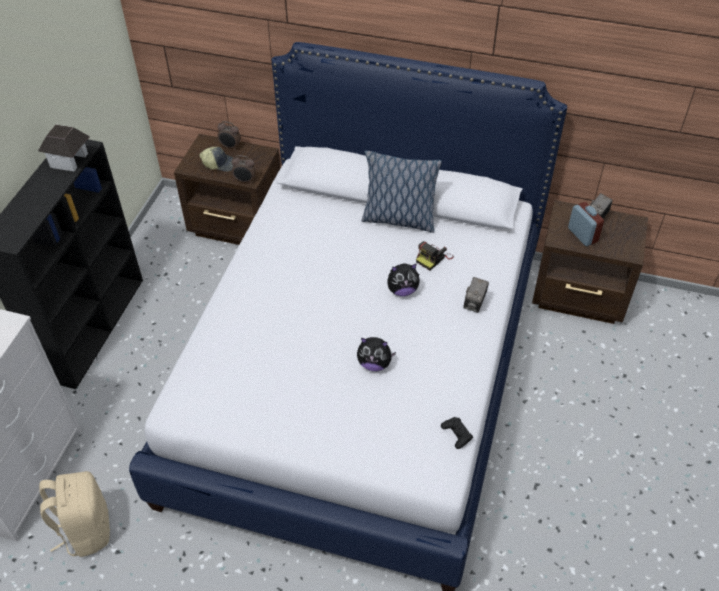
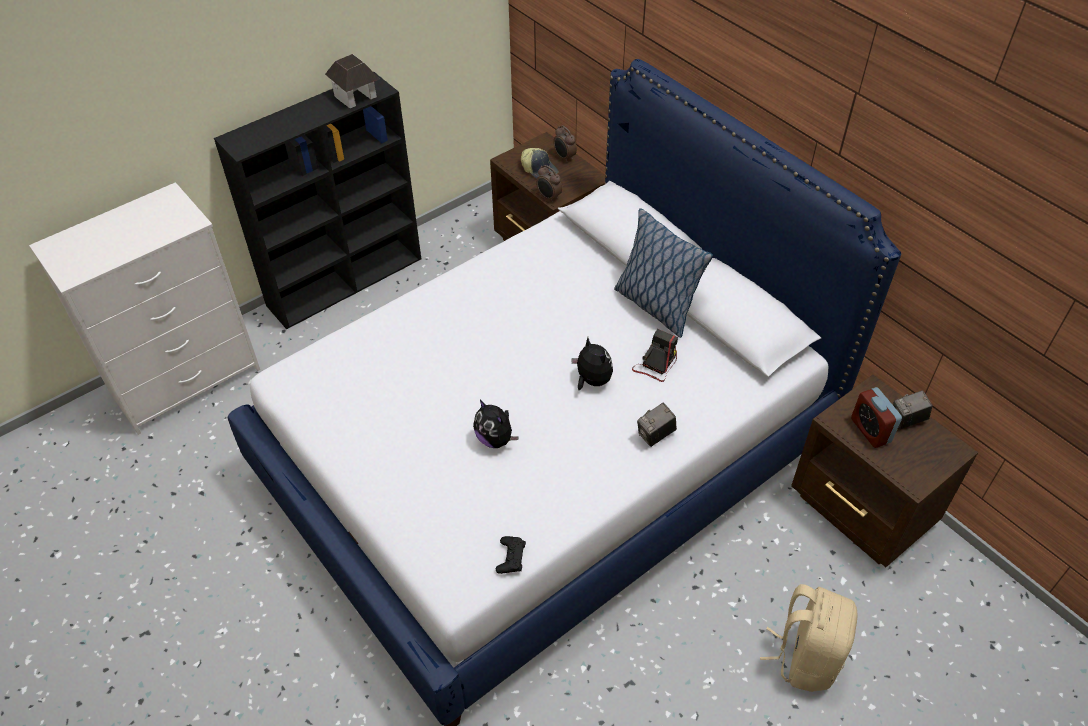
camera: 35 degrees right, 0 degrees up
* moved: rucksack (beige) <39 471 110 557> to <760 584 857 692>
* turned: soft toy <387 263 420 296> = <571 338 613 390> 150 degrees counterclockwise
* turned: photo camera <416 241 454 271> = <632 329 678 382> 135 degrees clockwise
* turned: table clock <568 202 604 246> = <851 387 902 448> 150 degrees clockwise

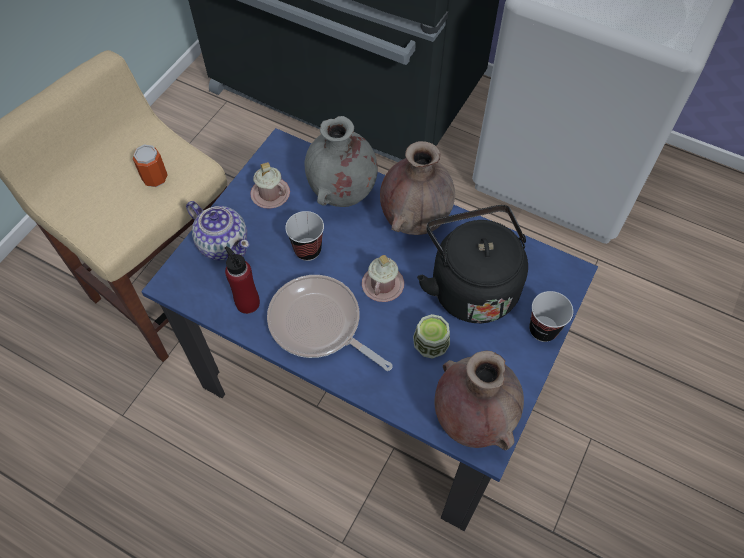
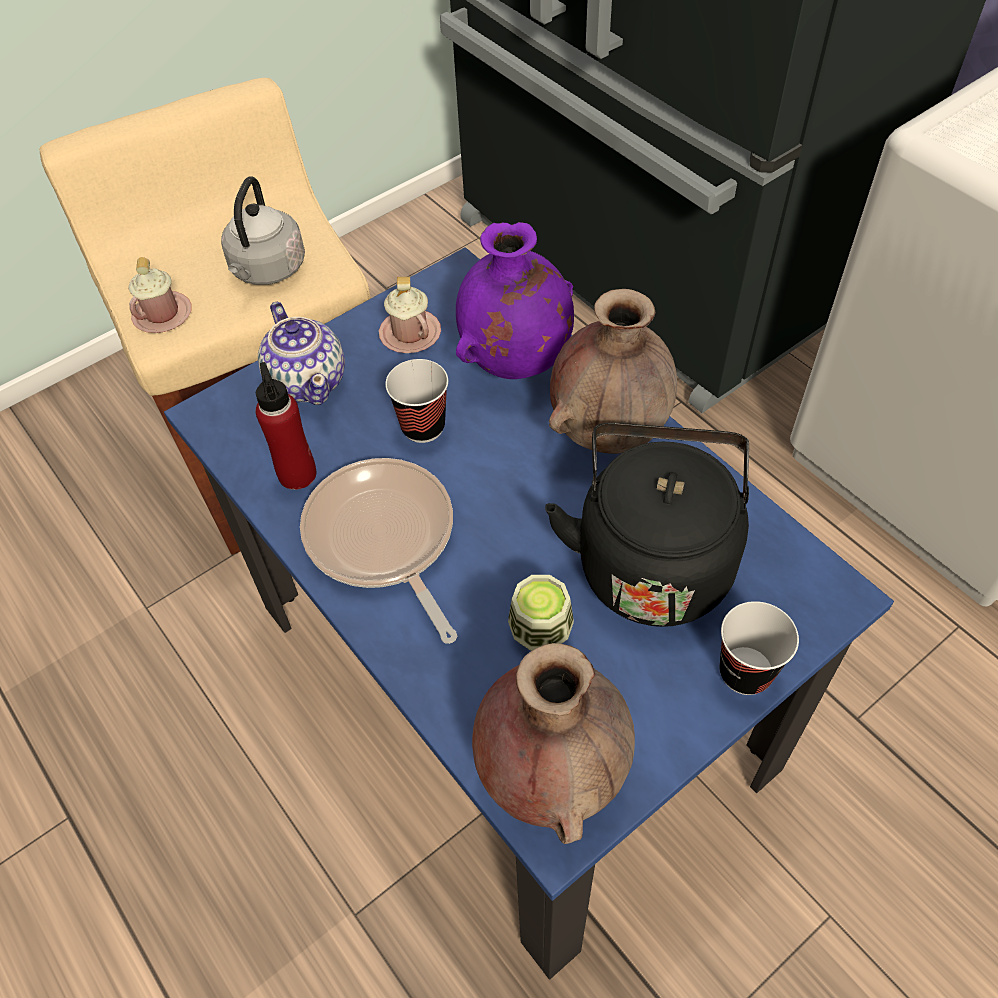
camera: 25 degrees right, 5 degrees down
* replaced: metal can <133 145 168 187> to water kettle (greyish) <221 176 305 285>
* recoloured: decorative vase (greyish) <305 116 378 207> to decorative vase (purple-coloured) <456 222 574 379>
* moved: coffee mug (pink) <362 255 404 302> to <128 257 191 333>

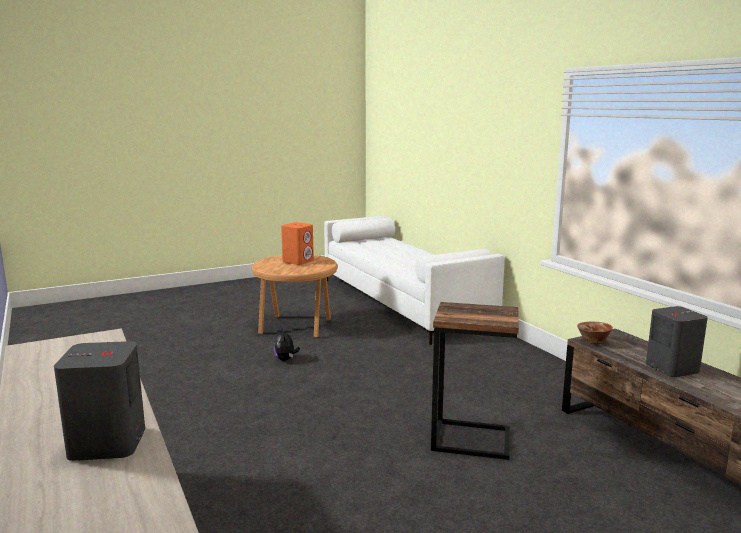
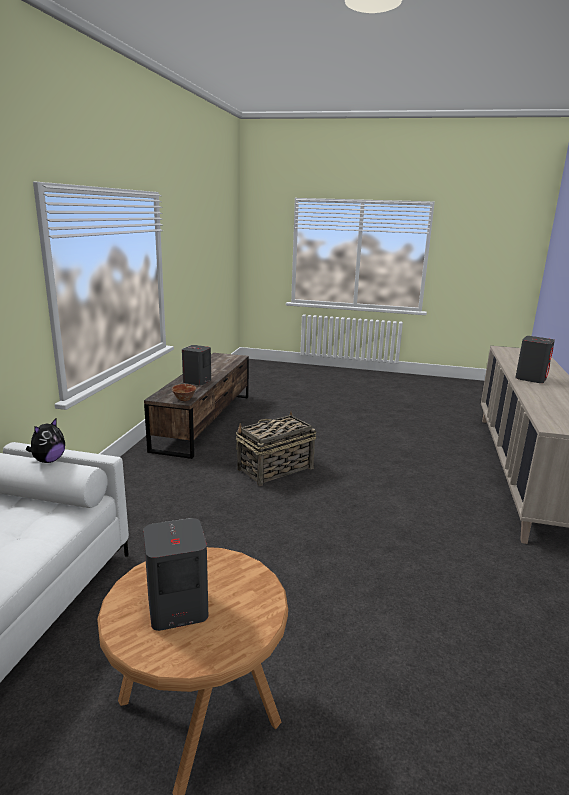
camera: 140 degrees left, 5 degrees up
* moved: soft toy <274 329 300 361> to <26 418 65 463>
* recoloured: loudspeaker (orange) <281 222 314 265> to loudspeaker (greyish) <143 518 208 631>
* replaced: accent table <431 302 519 460> to storage basket <236 412 316 486>

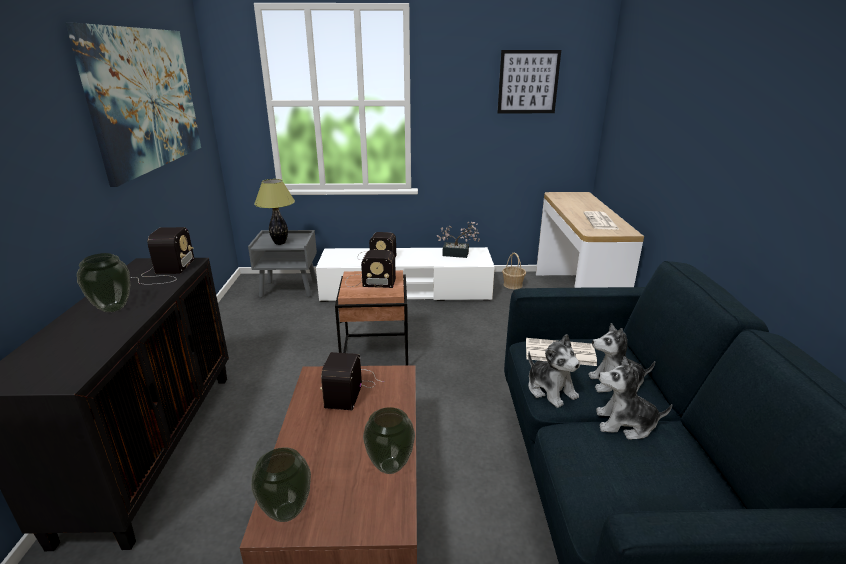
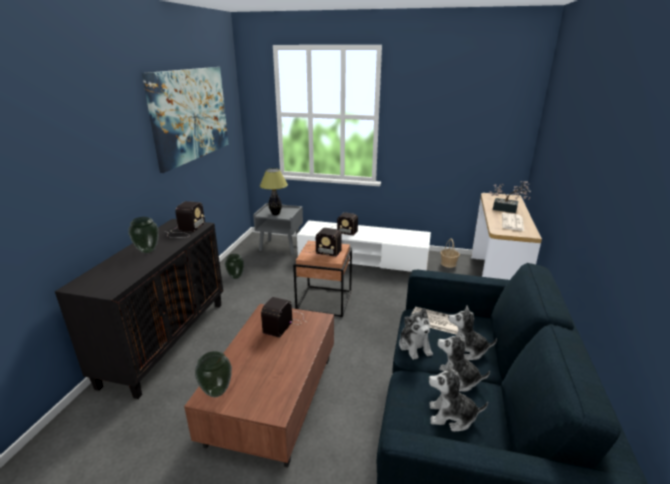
camera: 15 degrees right, 0 degrees up
* moved: decorative vase <363 407 415 474> to <225 254 244 279>
* moved: plant in a pot <437 221 480 258> to <489 181 531 213>
* removed: picture <497 50 561 113>
* added: soft toy <429 362 488 432>

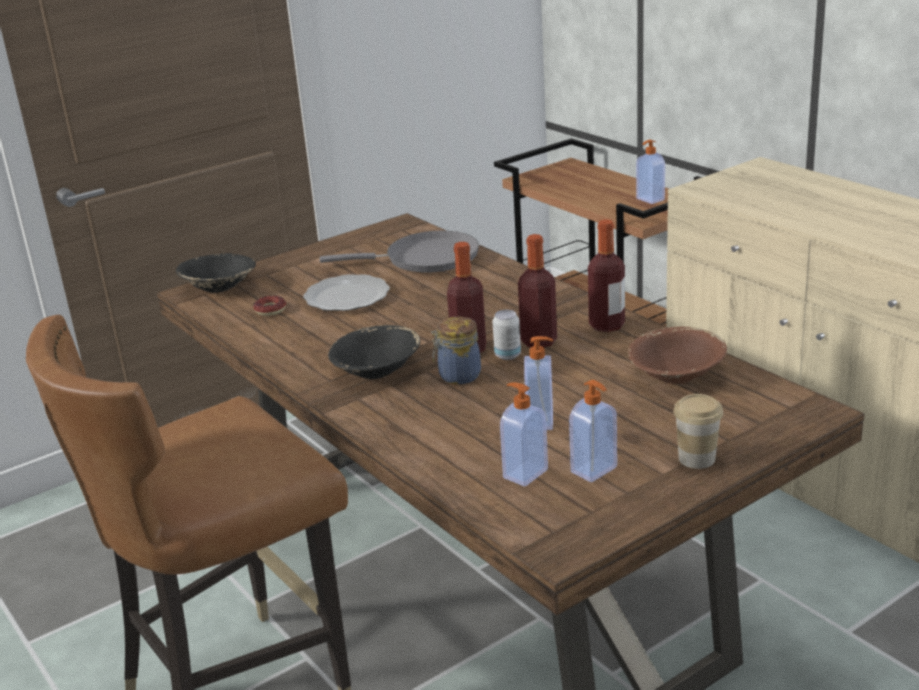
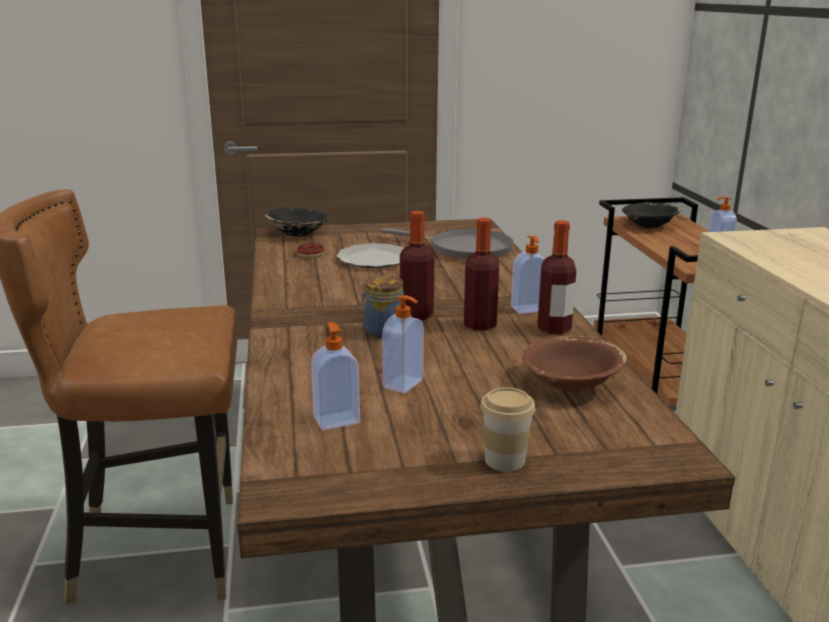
camera: 25 degrees right, 5 degrees down
* moved: bowl (blackish) <328 325 420 379> to <622 202 681 228>
* removed: metal can <492 310 521 360>
* moved: soap dispenser <569 380 617 482> to <511 236 545 314>

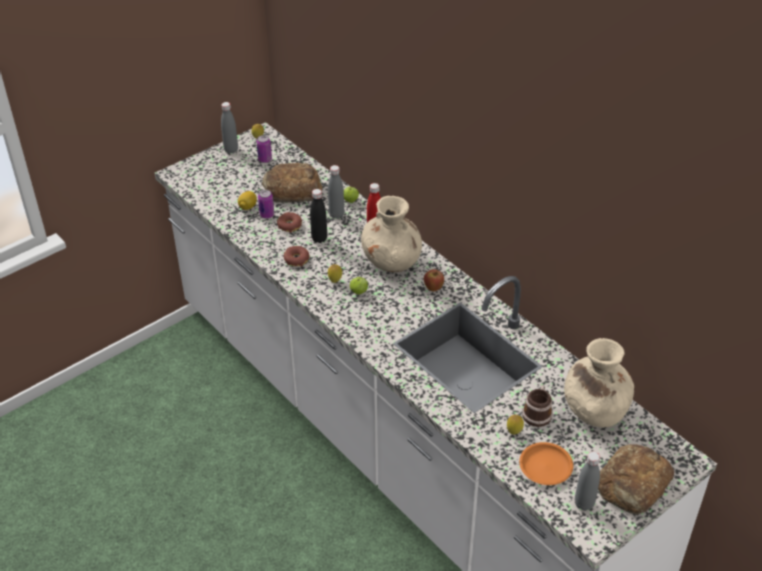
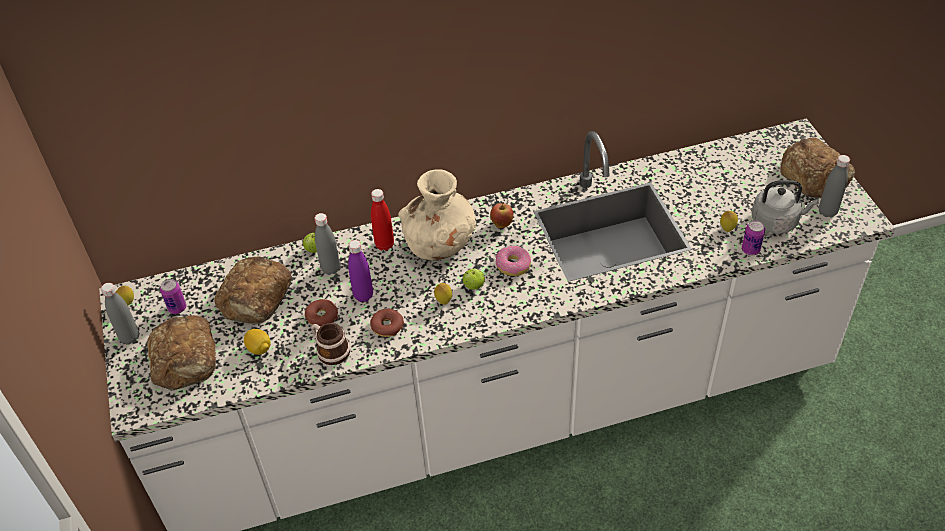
camera: 65 degrees left, 5 degrees up
* moved: metal can <258 190 274 219> to <742 220 765 255>
* recoloured: bottle (blackish) <310 189 327 243> to bottle (purple-coloured) <348 240 373 302>
* replaced: flat dish (orange) <519 442 573 485> to water kettle (greyish) <752 180 819 234>
* moved: coffee mug <522 385 553 427> to <311 323 350 365>
* removed: decorative vase (beige) <564 338 634 427>
* added: bakery bread <147 315 216 391>
* added: donut <496 246 531 276>

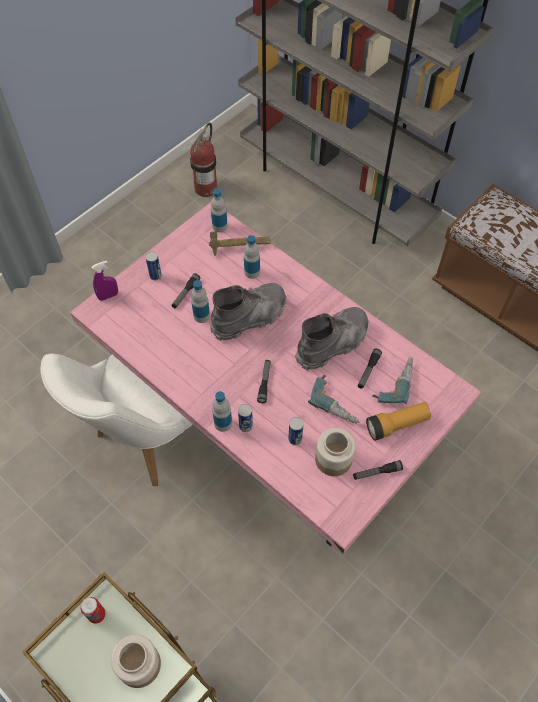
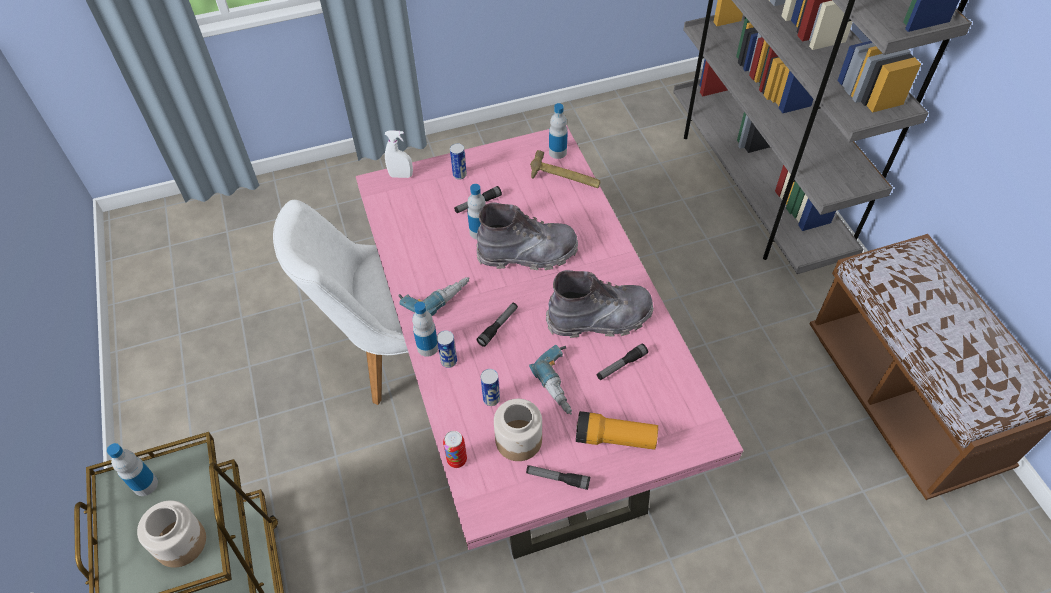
camera: 30 degrees right, 5 degrees down
* moved: metal can <81 597 106 624> to <443 431 467 468>
* recoloured: hand sprayer (purple-coloured) <92 261 118 301> to hand sprayer (white-coloured) <385 131 413 178>
* removed: fire-fighting cylinder <188 122 217 197>
* moved: bottle <244 235 260 279> to <107 443 158 496>
* moved: electric drill <372 357 413 404> to <398 277 470 316>

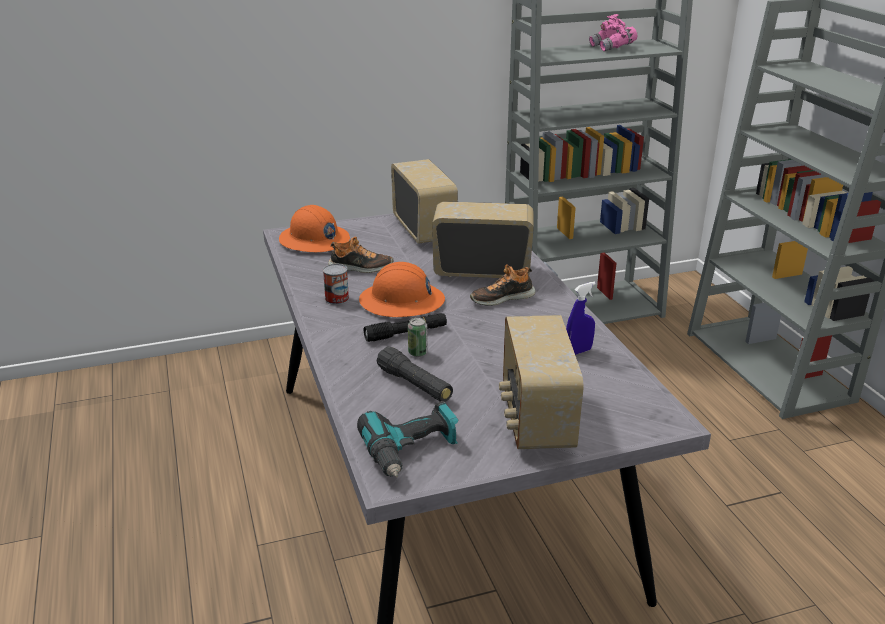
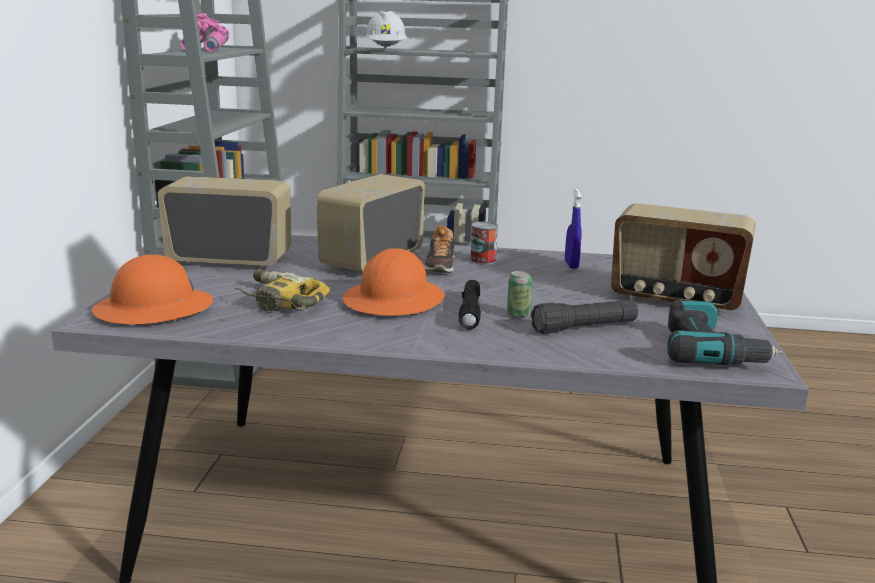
camera: 65 degrees left, 10 degrees down
* moved: metal can <323 264 349 305> to <470 222 498 264>
* replaced: low shoe <328 236 393 273> to electric drill <235 269 330 311>
* added: safety helmet (white-coloured) <365 11 407 49>

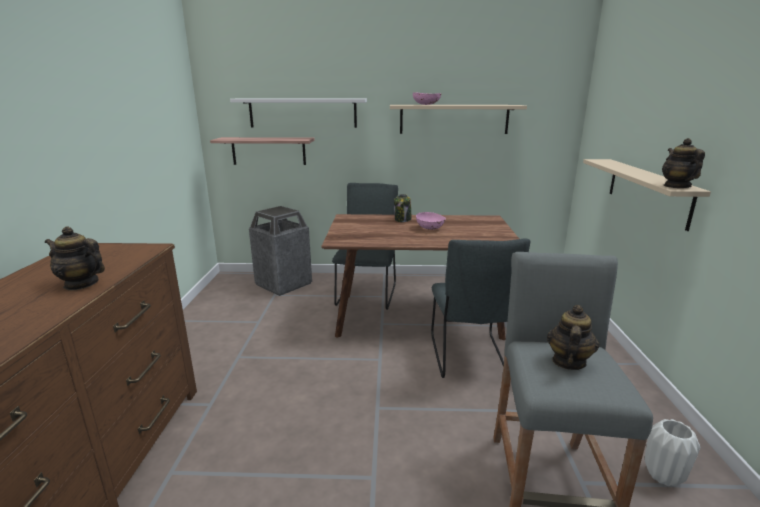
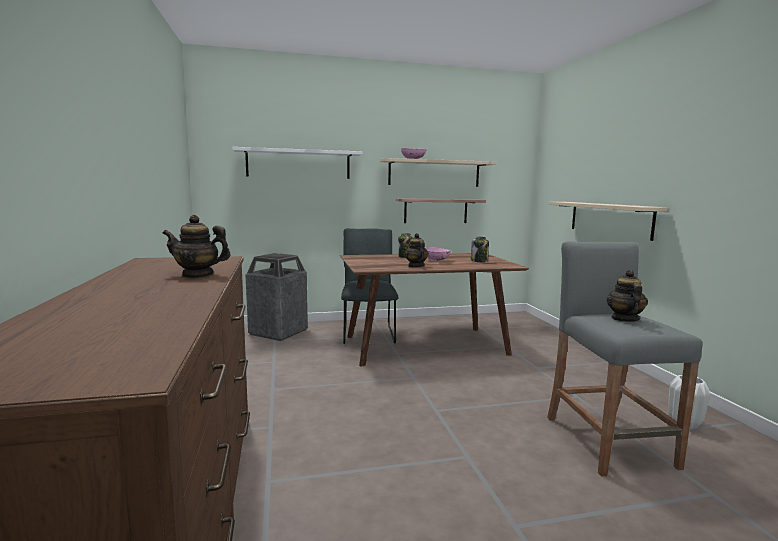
camera: 15 degrees left, 10 degrees down
* moved: bracket shelf <210 137 315 165> to <396 198 486 223>
* removed: plain chair (greyish) <431 239 530 378>
* moved: teapot <662 138 705 188> to <405 233 428 267>
* added: jar <471 236 489 263>

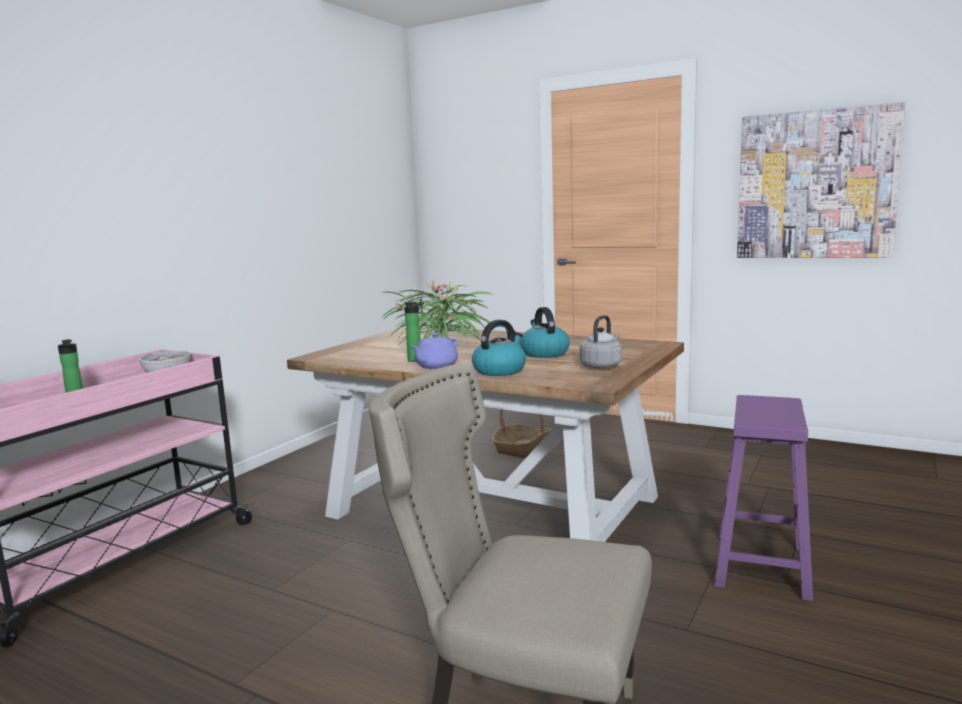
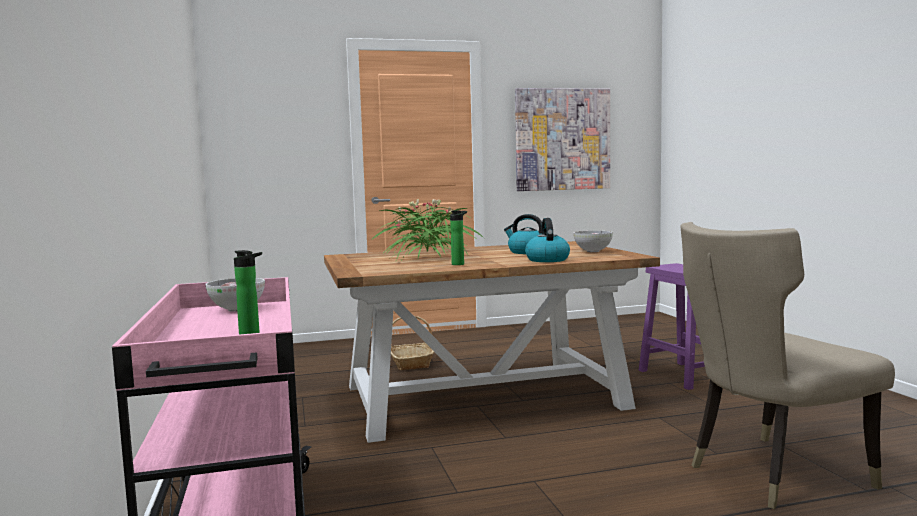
camera: 45 degrees left, 5 degrees down
* removed: teapot (purple-coloured) <412 333 458 369>
* replaced: water kettle (greyish) <580 315 622 369> to bowl <573 231 613 252>

